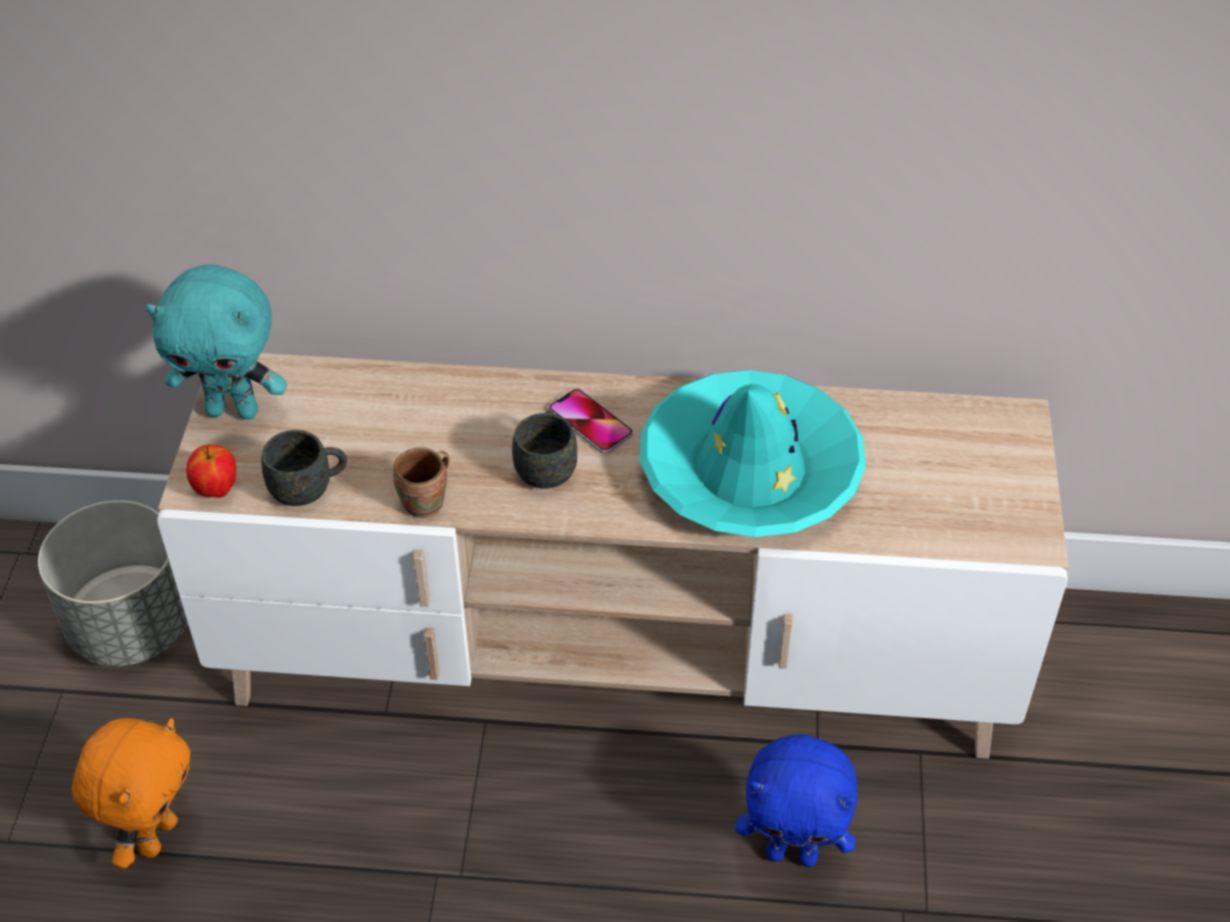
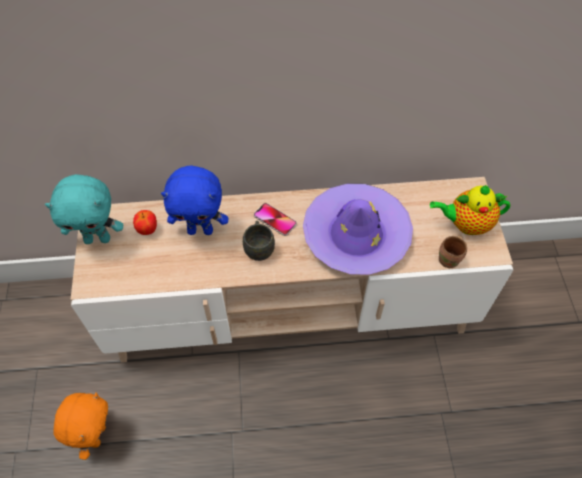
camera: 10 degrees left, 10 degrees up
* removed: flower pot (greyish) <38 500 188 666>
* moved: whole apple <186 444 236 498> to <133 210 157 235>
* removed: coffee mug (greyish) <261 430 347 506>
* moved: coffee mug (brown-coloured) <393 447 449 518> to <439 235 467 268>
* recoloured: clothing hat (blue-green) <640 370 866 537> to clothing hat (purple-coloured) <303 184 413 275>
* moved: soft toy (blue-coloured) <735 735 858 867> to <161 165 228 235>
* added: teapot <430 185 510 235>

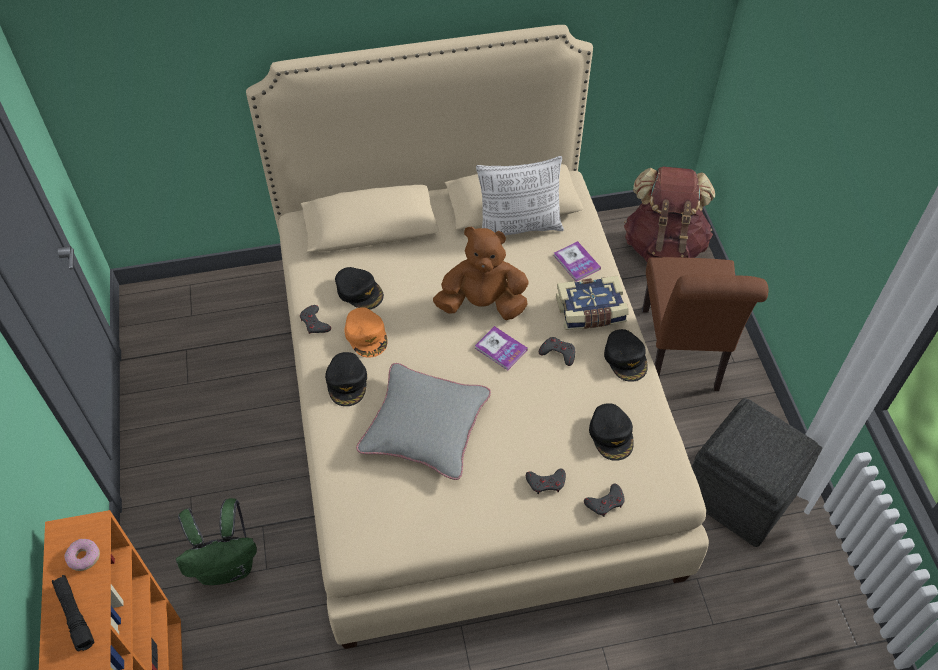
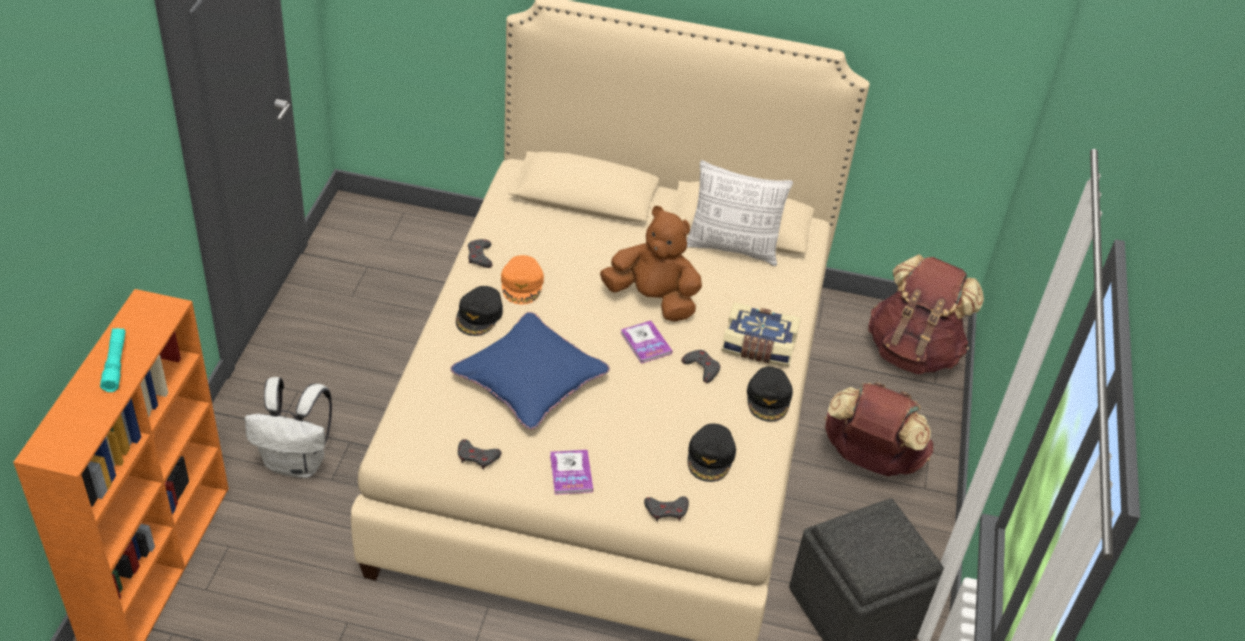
camera: 20 degrees right, 10 degrees down
* recoloured: torch (blackish) <52 575 95 651> to torch (blue-green) <100 328 125 392>
* removed: donut <64 539 100 571>
* recoloured: rucksack (green) <176 498 257 585> to rucksack (white-coloured) <245 377 332 478>
* removed: cap (blackish) <335 267 384 310>
* recoloured: throw pillow (greyish) <356 363 491 480> to throw pillow (blue-coloured) <451 312 610 430>
* moved: joypad (greyish) <526 469 566 494> to <458 439 501 469>
* moved: book <553 241 601 282> to <550 450 593 495>
* replaced: plain chair (brown-coloured) <643 257 769 391> to rucksack (brown-coloured) <825 382 933 476>

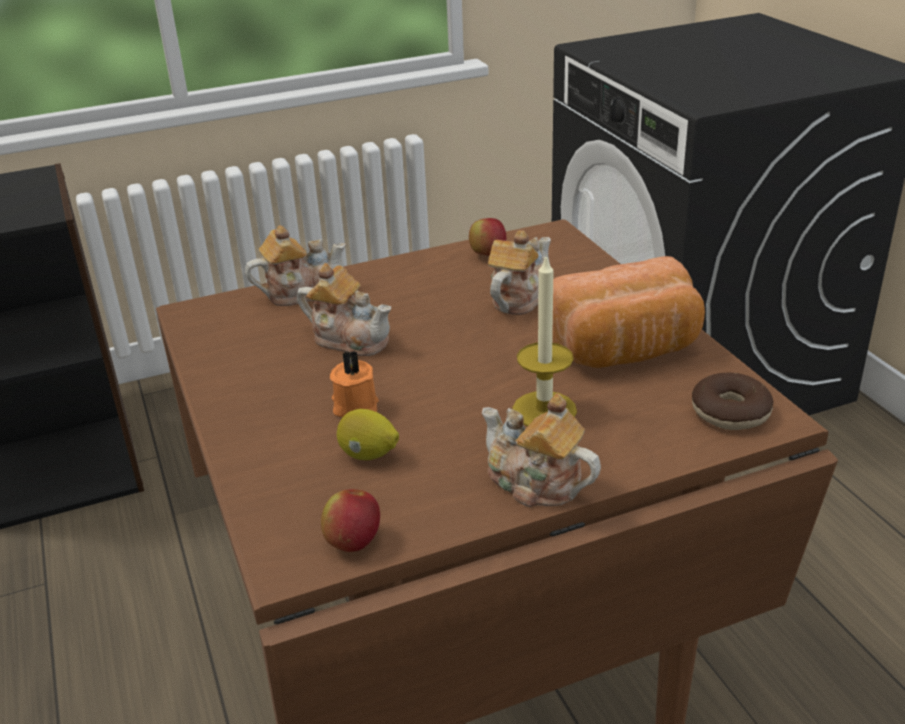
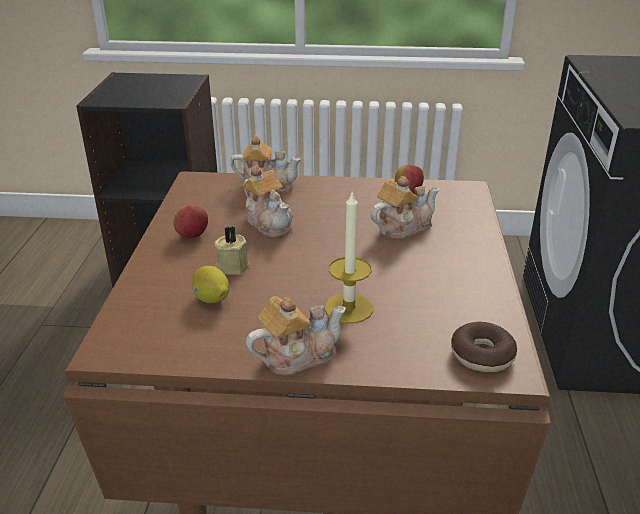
camera: 25 degrees right, 0 degrees up
* moved: whole apple <321 489 380 552> to <173 205 208 239>
* recoloured: wax light (orange) <330 350 379 417> to wax light (beige) <214 226 250 275>
* turned: teapot <482 393 601 507> = <246 296 346 375> 90 degrees clockwise
* removed: bakery bread <552 256 705 368>

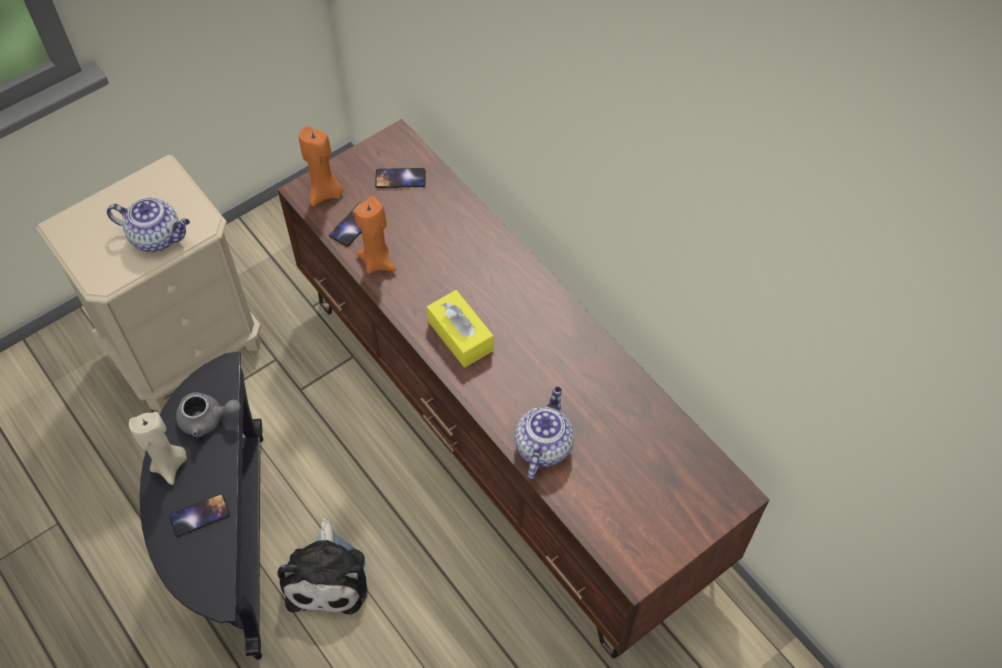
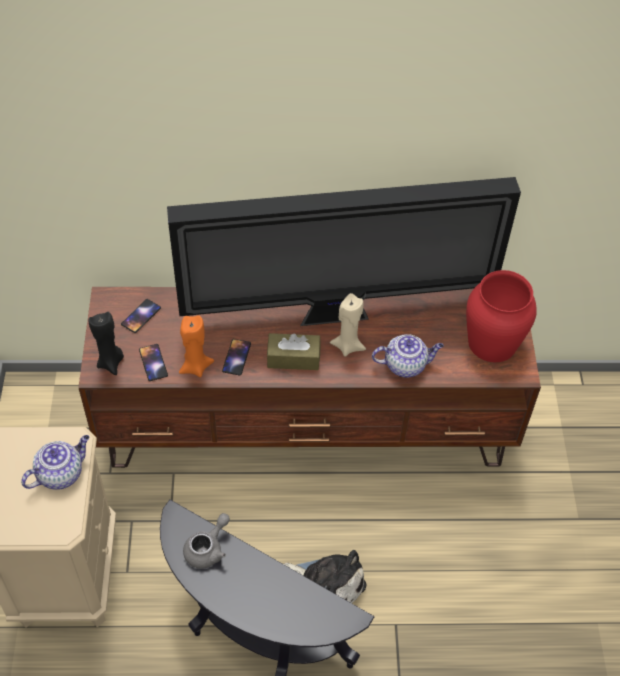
camera: 55 degrees left, 5 degrees down
* moved: wax light (beige) <129 412 187 485> to <330 293 366 356>
* moved: handset <169 494 230 537> to <222 339 251 376>
* recoloured: wax light (orange) <299 126 343 206> to wax light (blackish) <89 312 124 375>
* recoloured: tissue box (yellowish) <427 290 494 368> to tissue box (brown-coloured) <267 333 321 370>
* turned: teapot <515 387 574 479> = <372 334 444 378> 120 degrees clockwise
* added: TV set <167 177 521 326>
* added: decorative vase (reddish) <466 270 537 362>

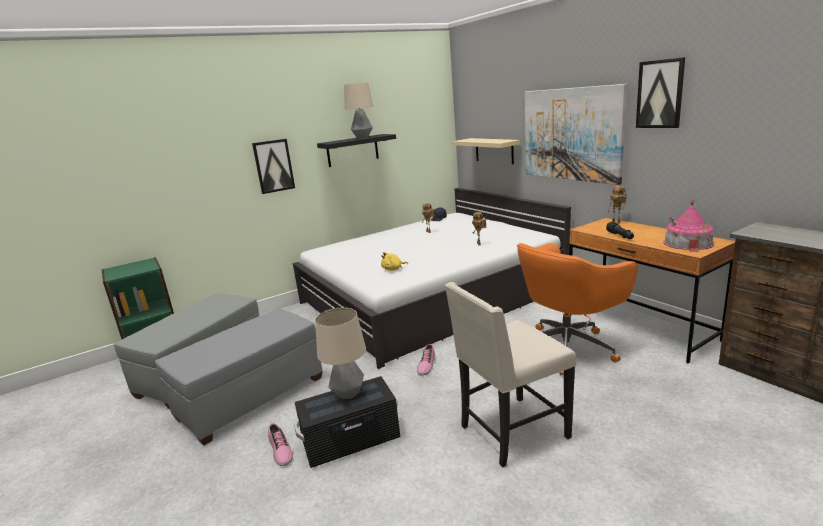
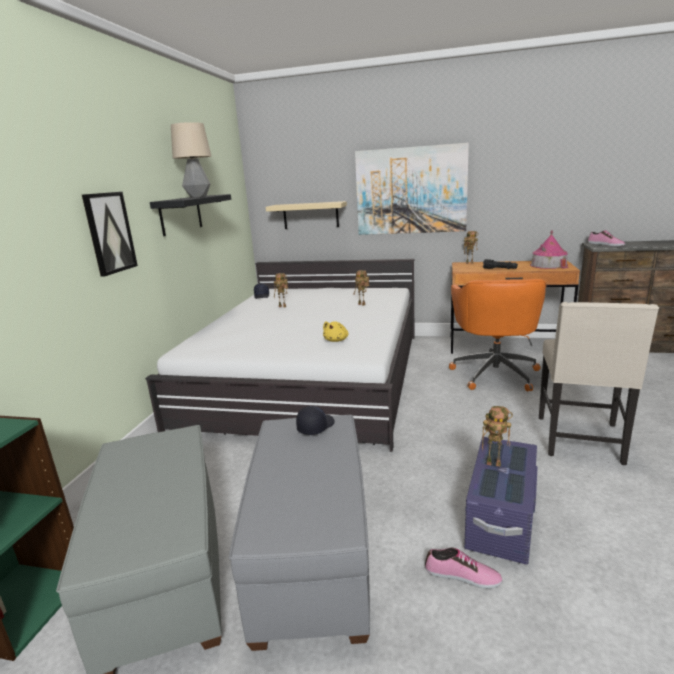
camera: 45 degrees left, 0 degrees up
* recoloured: storage container (blackish) <294 376 400 468> to storage container (purple-coloured) <464 437 538 565>
* replaced: tabletop lamp <315 308 366 399> to robot figure <482 406 513 467>
* moved: low shoe <417 344 435 375> to <588 230 625 246>
* removed: picture <636 57 685 128>
* added: cap (blackish) <296 406 335 435>

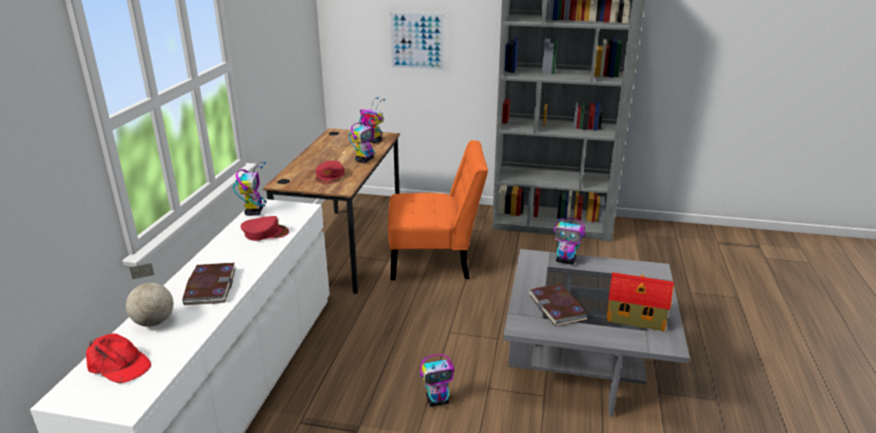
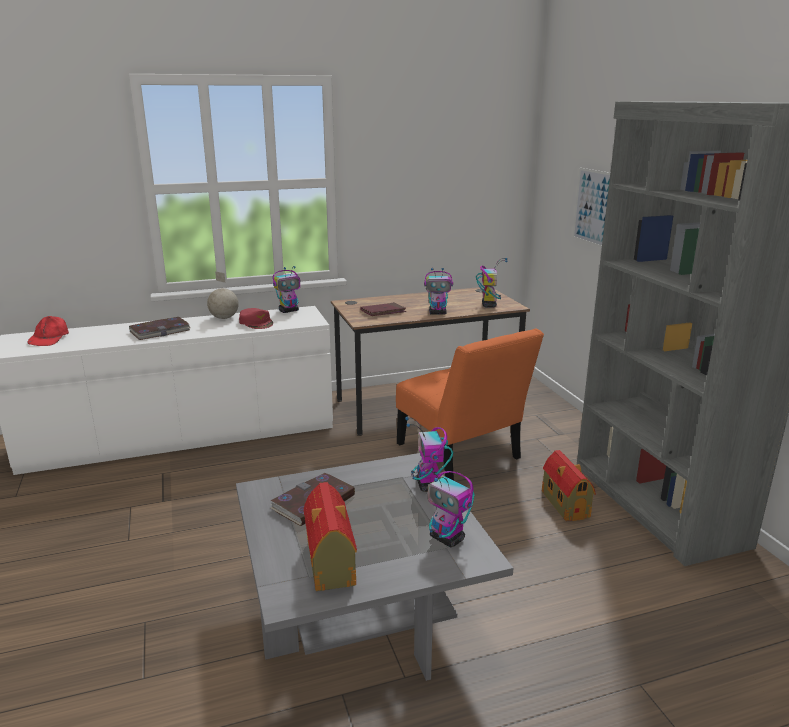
camera: 60 degrees right, 5 degrees down
* moved: world globe <126 263 173 327> to <207 271 239 319>
* replaced: cap (reddish) <316 161 345 184> to book (reddish) <360 302 406 316>
* moved: robot figure <420 354 454 407> to <422 470 475 547>
* added: miniature house <542 450 596 521>

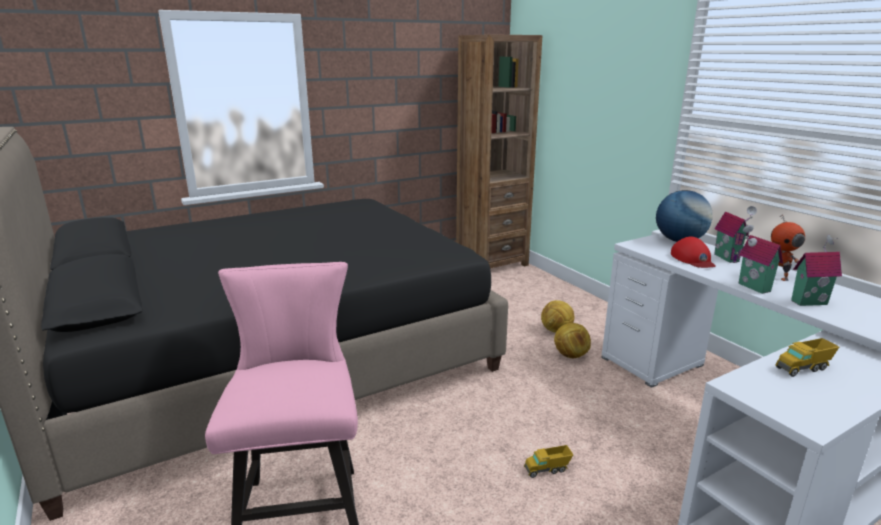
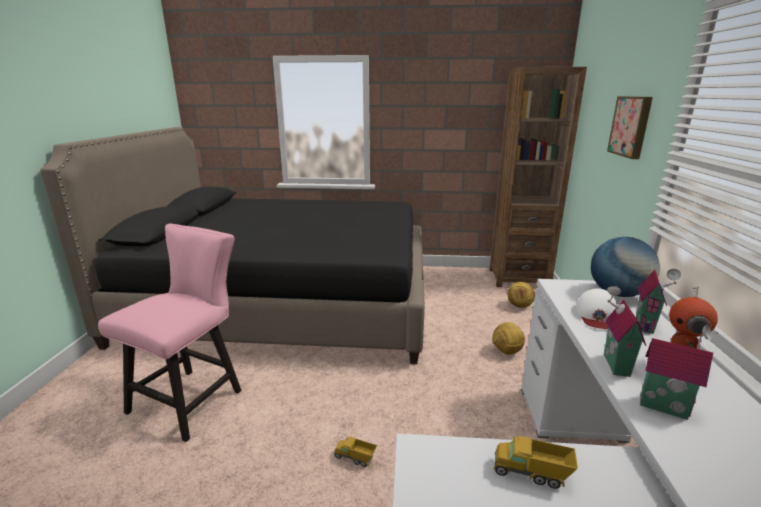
camera: 35 degrees right, 0 degrees up
* moved: football ball <554 323 591 358> to <508 282 535 308>
* recoloured: cap (reddish) <671 237 716 268> to cap (white-coloured) <576 288 618 329>
* added: picture <607 96 653 159>

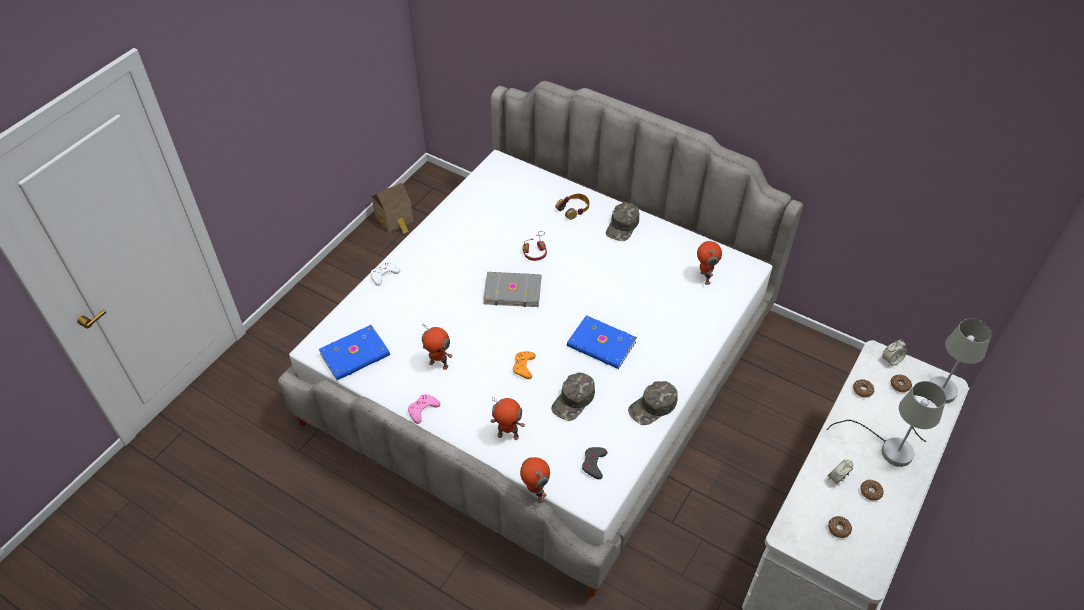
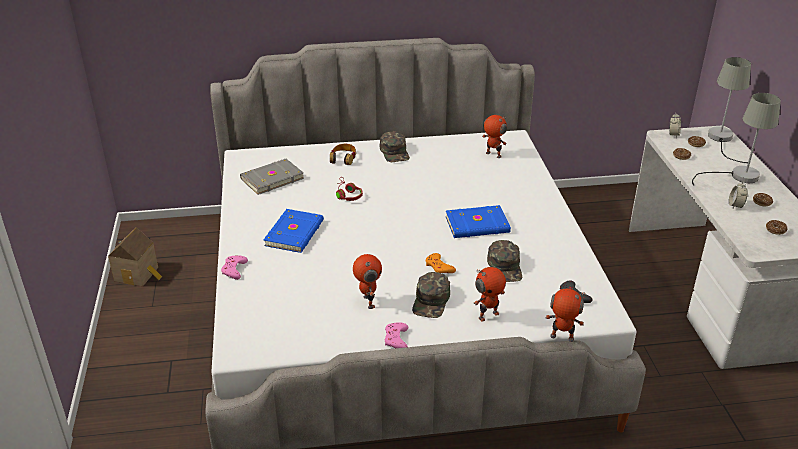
camera: 40 degrees left, 15 degrees down
* moved: book (blue-coloured) <319 325 390 380> to <264 209 324 253>
* recoloured: joypad (white-coloured) <371 262 400 286> to joypad (pink) <221 255 248 280>
* turned: robot figure <422 323 453 370> = <353 254 382 309> 90 degrees counterclockwise
* moved: book (greyish) <483 272 541 307> to <240 159 304 195>
* moved: cap (green) <628 381 678 425> to <412 272 450 318>

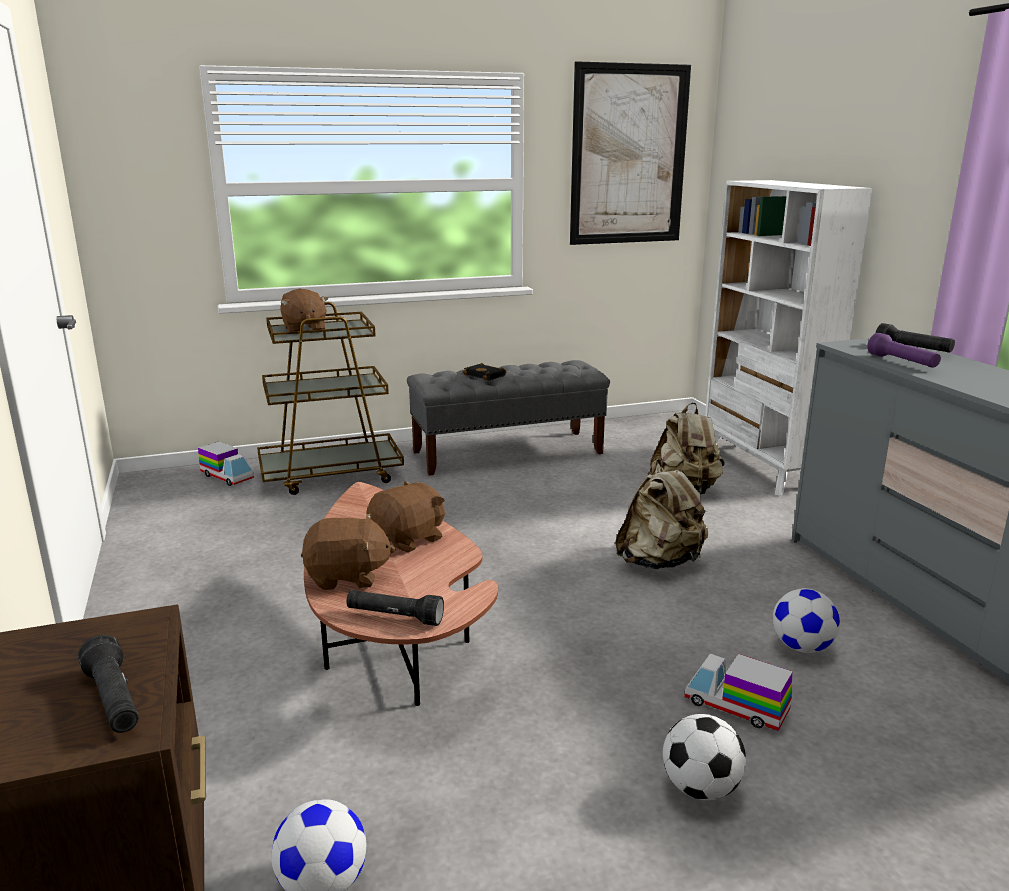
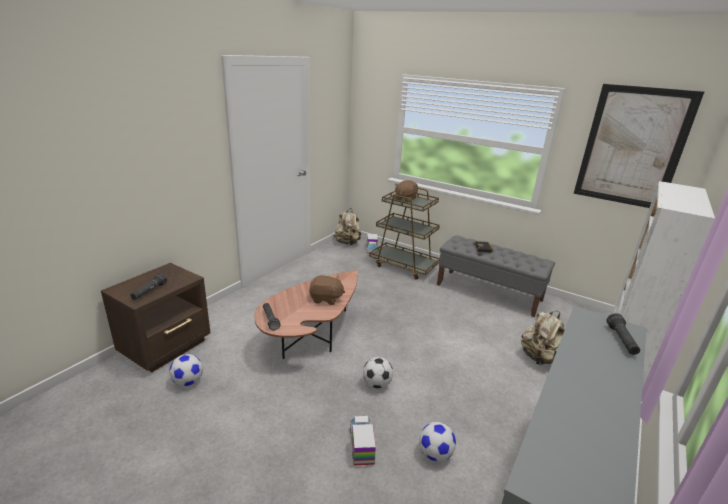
camera: 50 degrees right, 5 degrees up
* removed: soft toy (brown-coloured) <301 514 396 590>
* moved: rucksack (beige) <615 459 709 569> to <334 208 361 246>
* moved: football ball <663 714 746 800> to <363 357 393 388>
* removed: torch (purple-coloured) <867 333 941 368>

